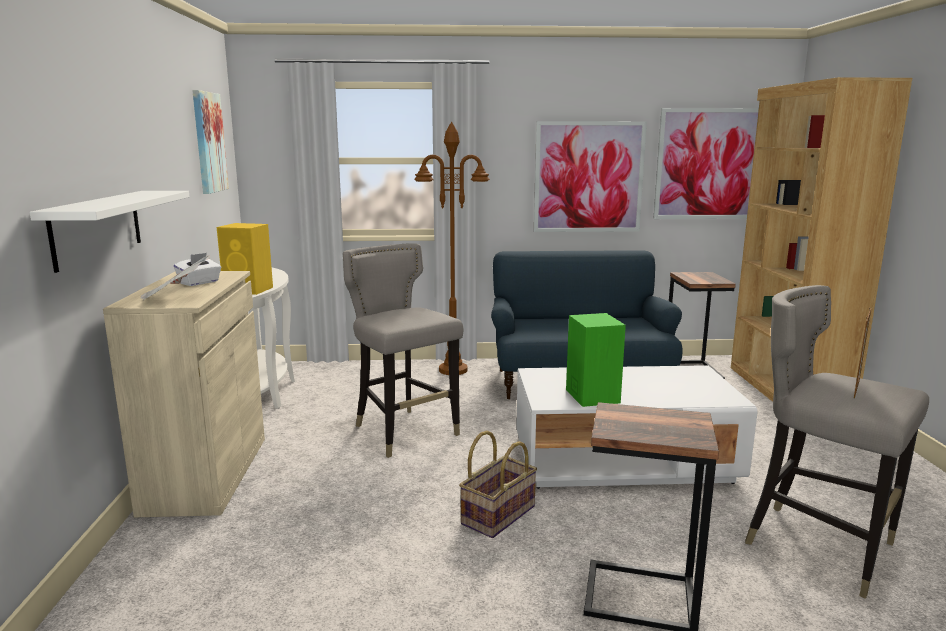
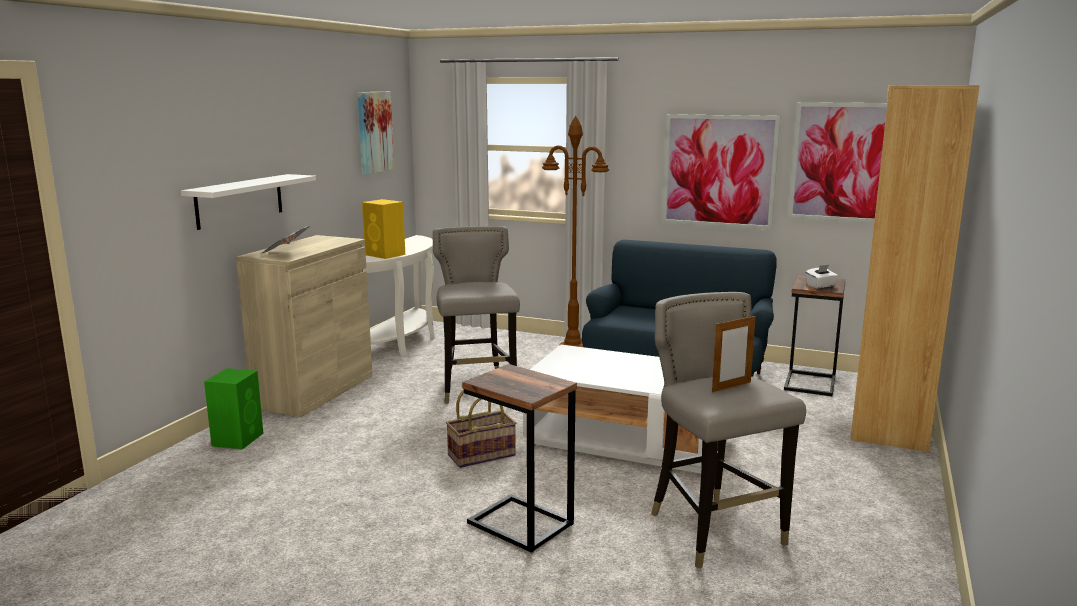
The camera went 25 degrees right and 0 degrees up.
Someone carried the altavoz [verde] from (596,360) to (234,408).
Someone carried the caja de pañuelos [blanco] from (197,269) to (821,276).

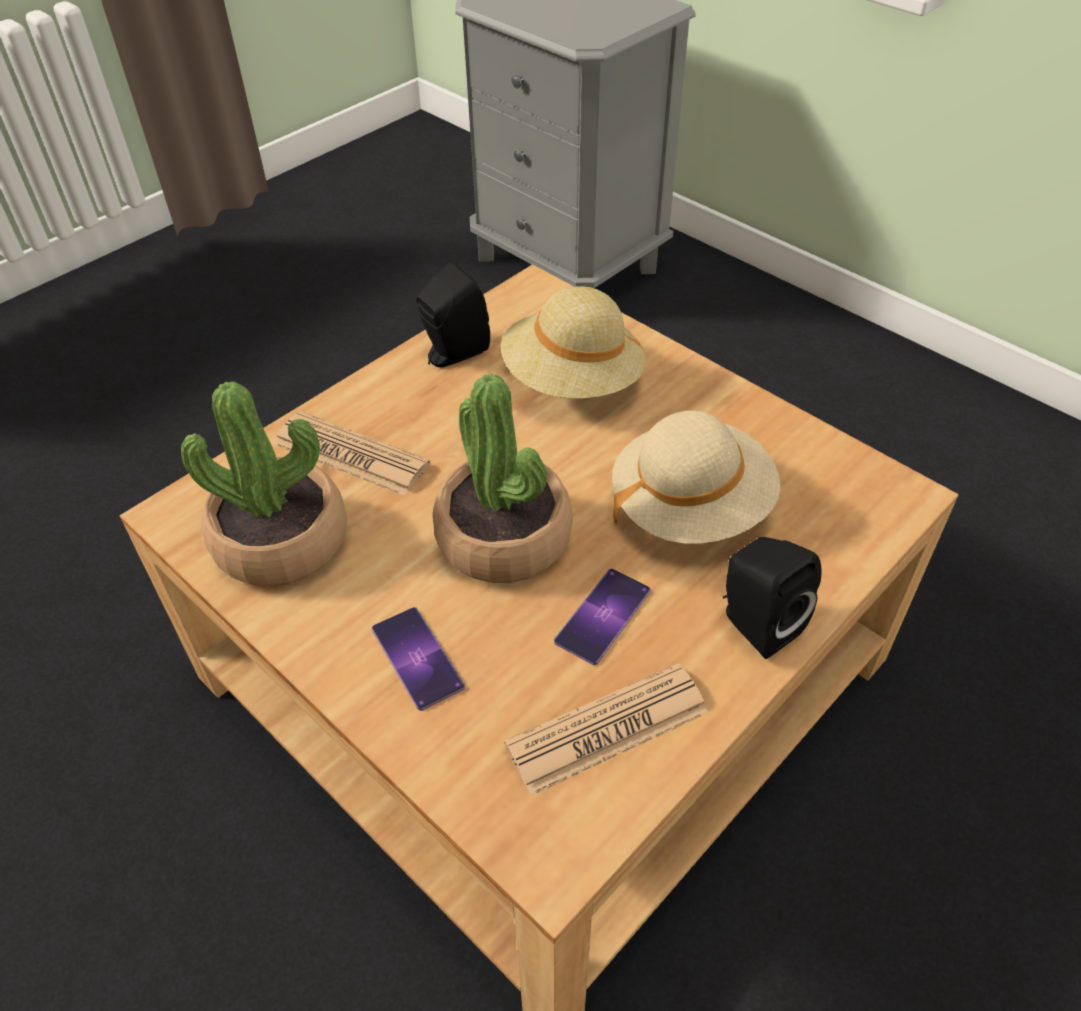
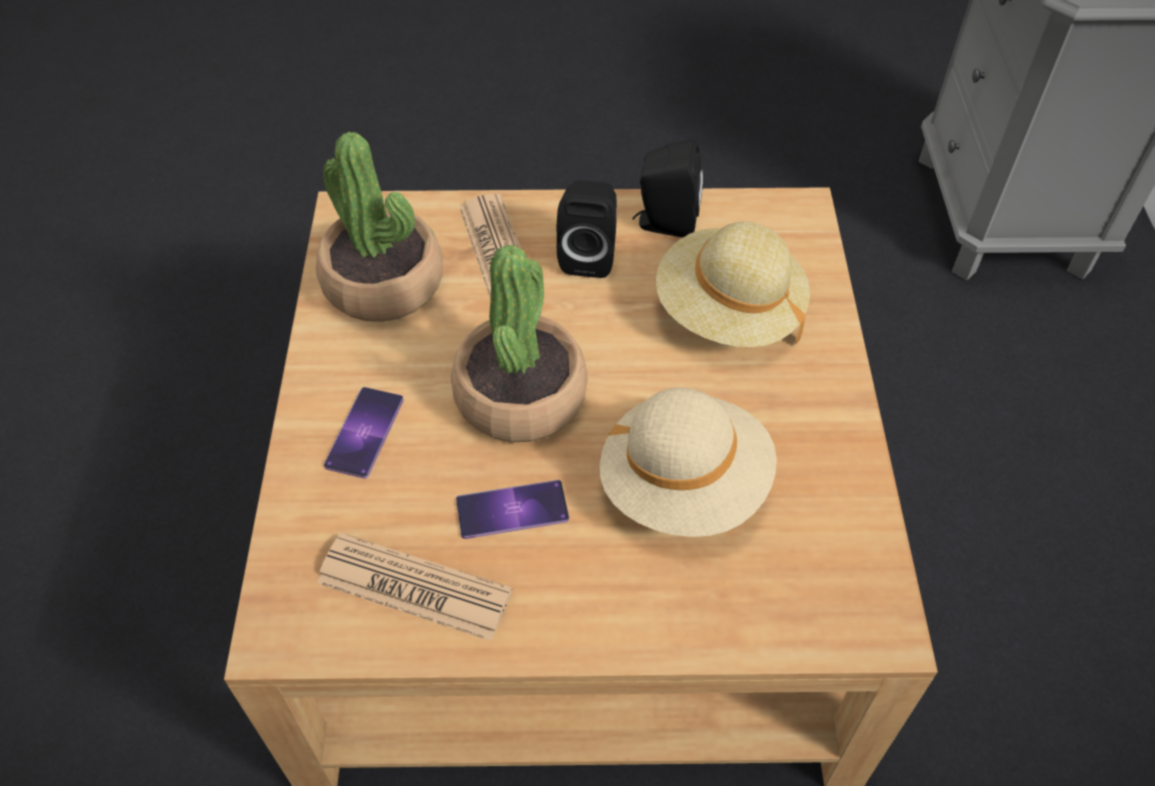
The camera went 45 degrees right and 5 degrees up.
Someone carried the altavoz [negro] from (772,598) to (587,229).

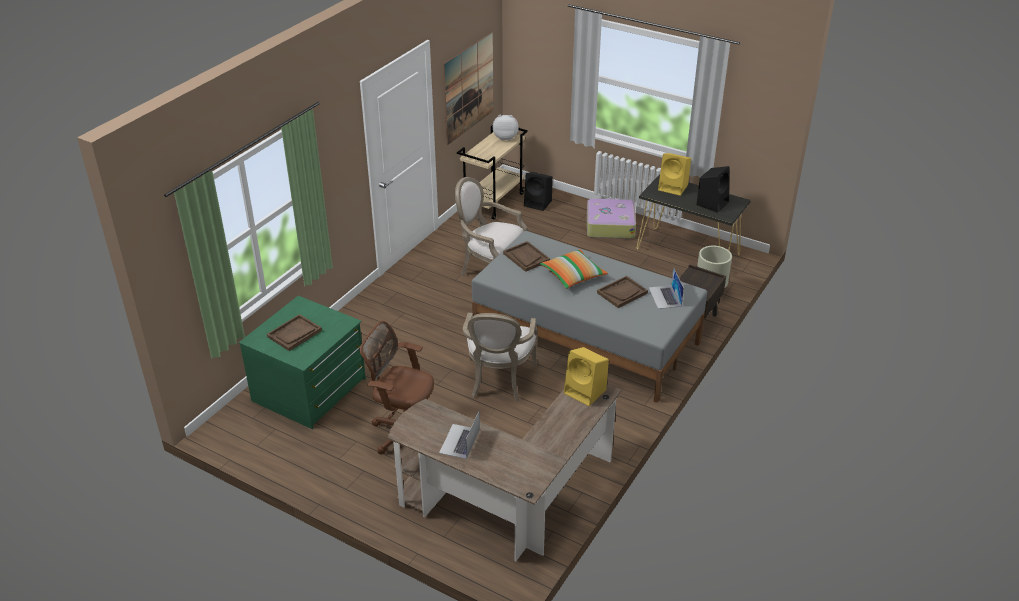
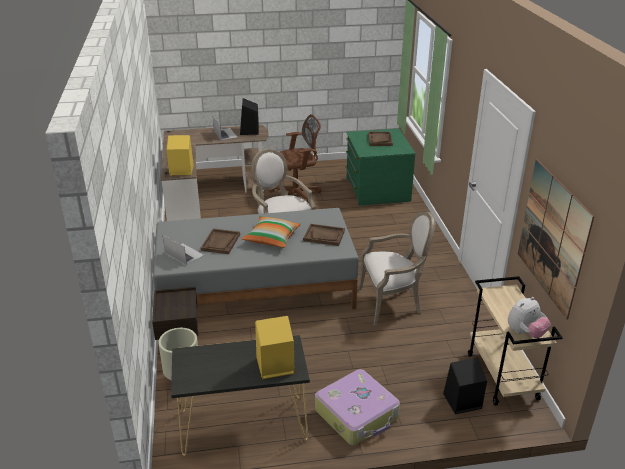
The camera went 140 degrees right and 5 degrees down.
Someone carried the altavoz [negro] from (712,189) to (249,116).

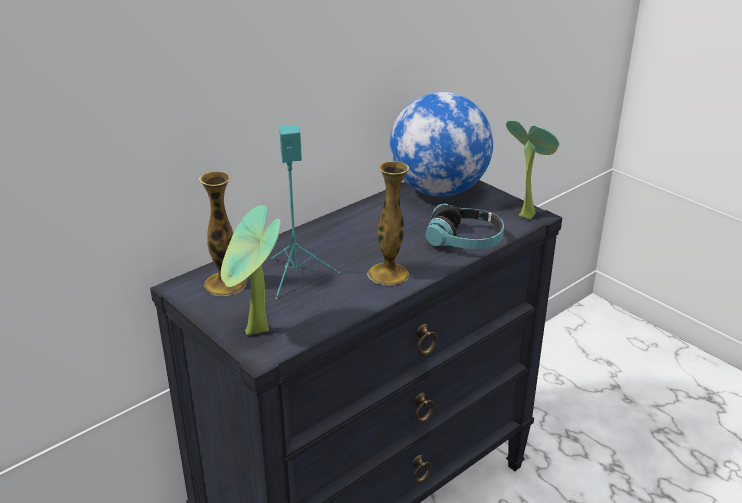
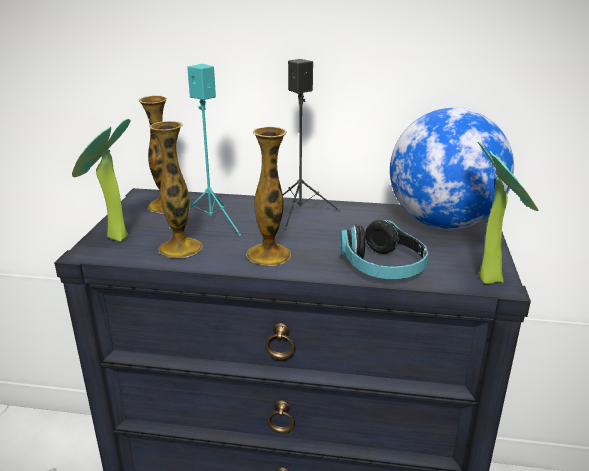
The camera went 50 degrees right and 5 degrees down.
Someone put down the florero at (176,189).
Someone put down the altavoz [negro] at (311,144).

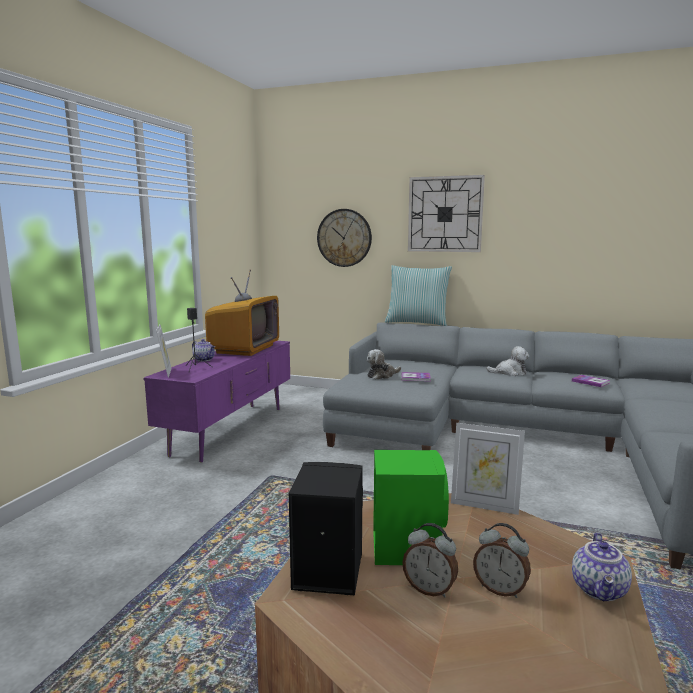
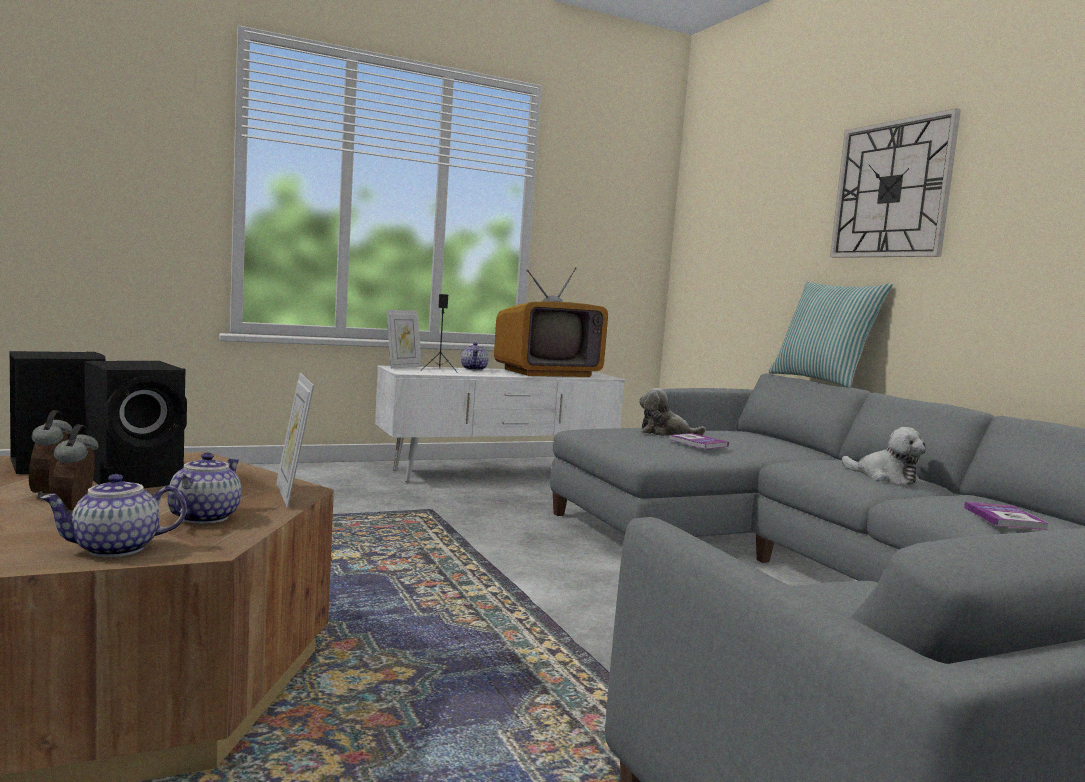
The camera went 45 degrees right and 5 degrees down.
Someone repainted the altavoz [verde] at (411,507), which became the altavoz [negro] at (135,424).
Someone put down the tetera at (204,488).
Someone repainted the mueble de televisión [morado] at (216,402), which became the mueble de televisión [blanco] at (500,423).
Someone took away the reloj de pared at (344,238).

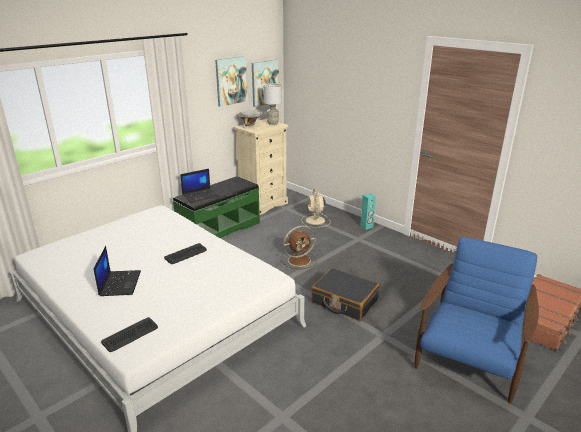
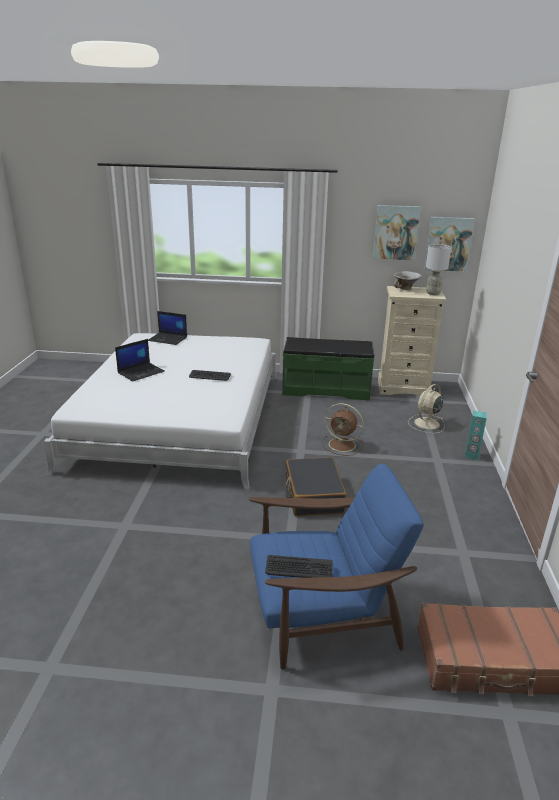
The camera went 50 degrees right and 0 degrees up.
Someone carried the portátil from (199,186) to (167,328).
Someone carried the teclado from (129,334) to (299,566).

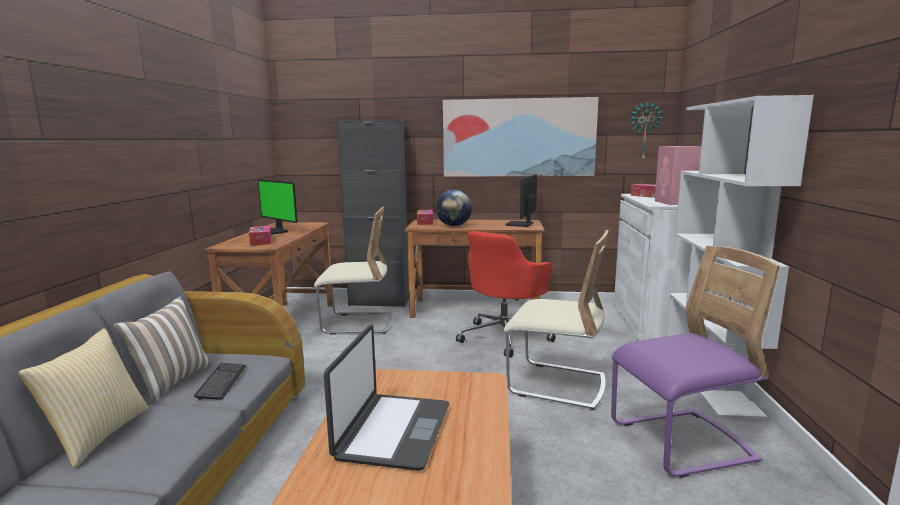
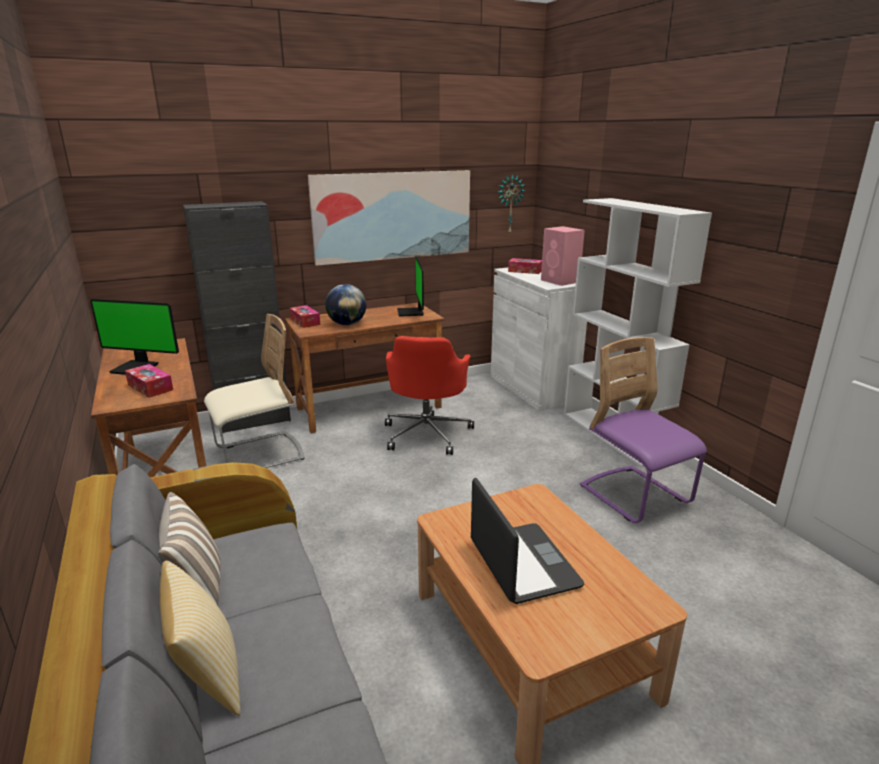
The camera went 30 degrees left and 10 degrees up.
Someone rotated the silla [morado] at (695,362) by 75 degrees counterclockwise.
Someone took away the teclado at (220,381).
Someone took away the silla [beis] at (556,320).

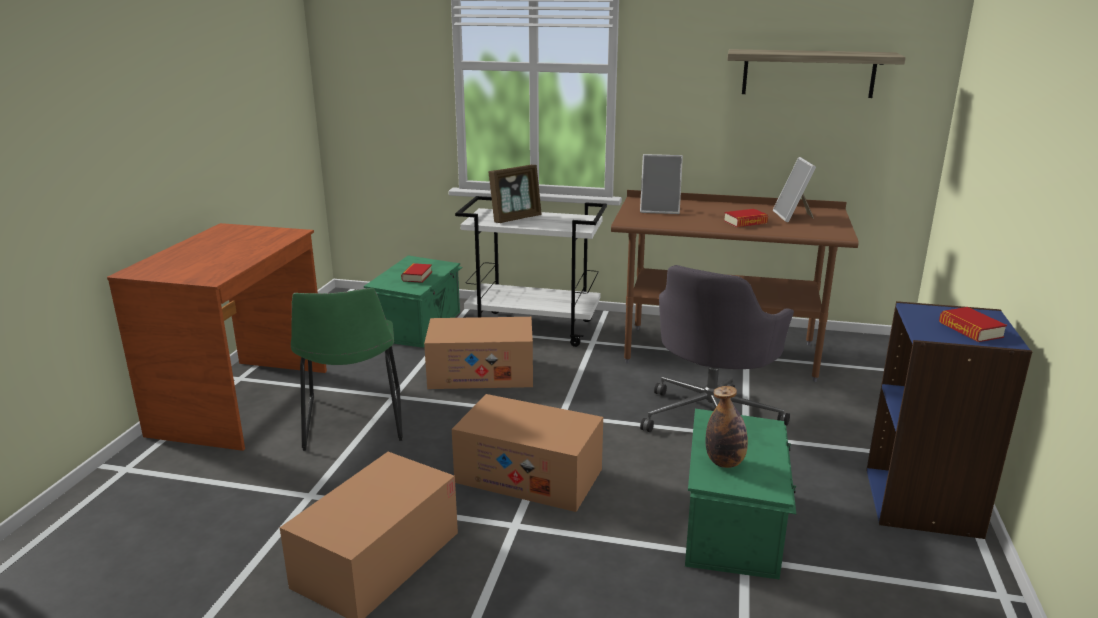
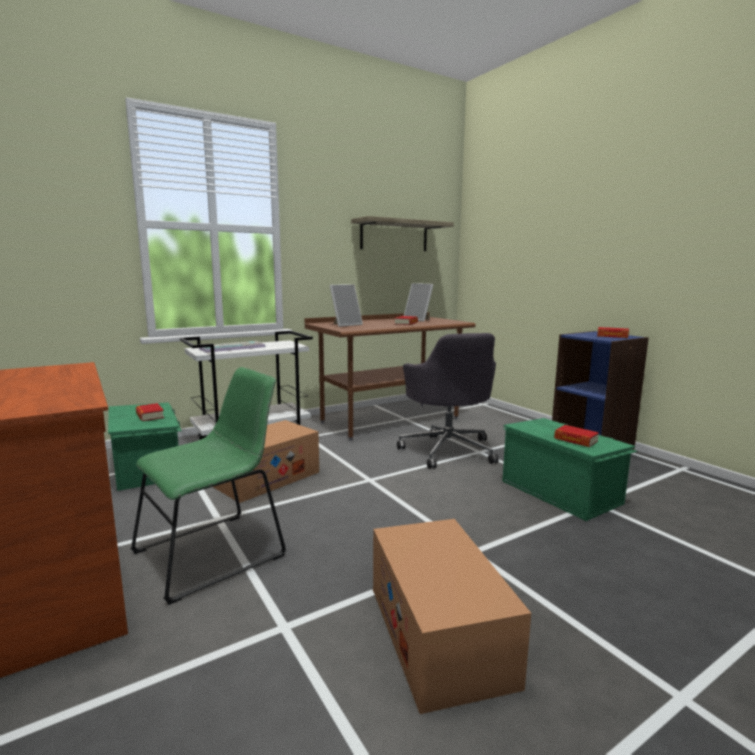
The camera went 45 degrees left and 10 degrees down.
Someone rotated the silla [verde] at (347,369) by 75 degrees counterclockwise.
Someone swapped the portarretratos at (515,194) for the teclado at (232,347).
Someone swapped the botella at (726,427) for the libro at (576,436).
Someone took away the caja de cartón at (527,453).

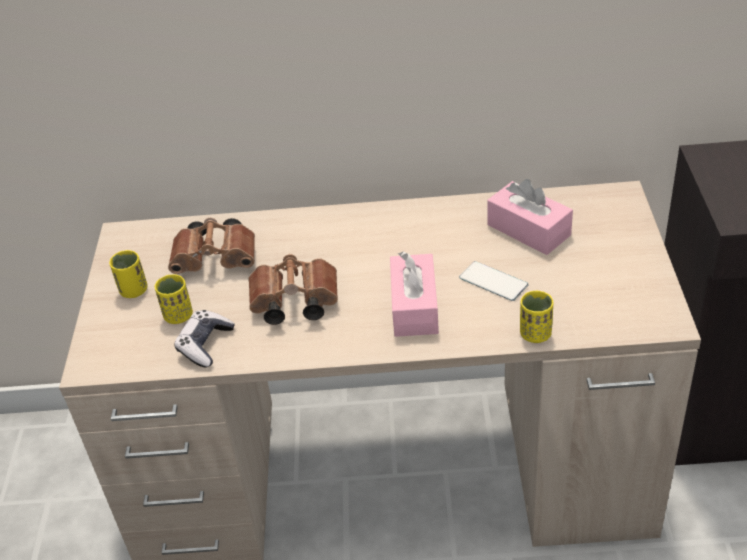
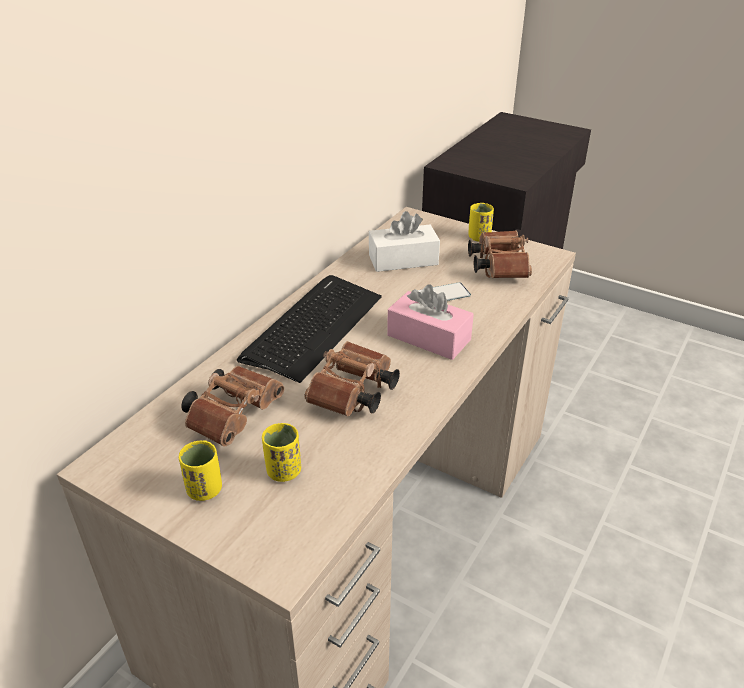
The camera went 60 degrees left and 5 degrees down.
Someone put down the teclado at (309,329).
Someone repainted the caja de pañuelos [rosa] at (530,217), which became the caja de pañuelos [blanco] at (404,241).
Someone carried the taza [amarillo] from (536,317) to (481,222).
Someone put down the prismáticos [marrón] at (500,254).
Someone took away the mando de consola at (205,338).

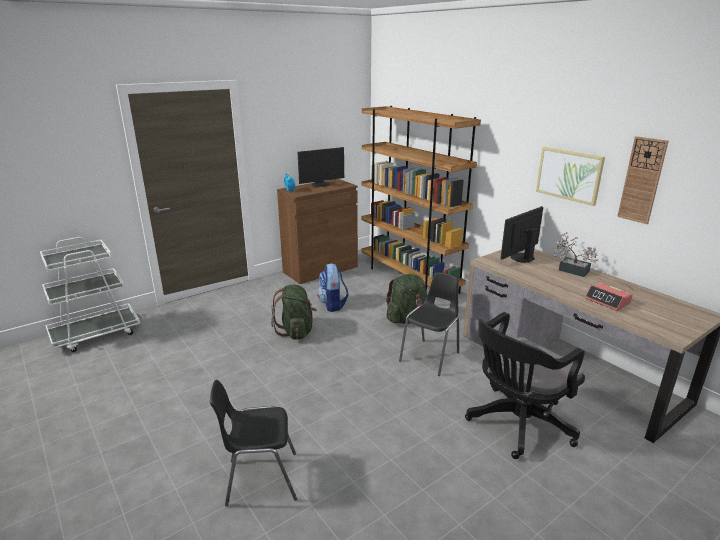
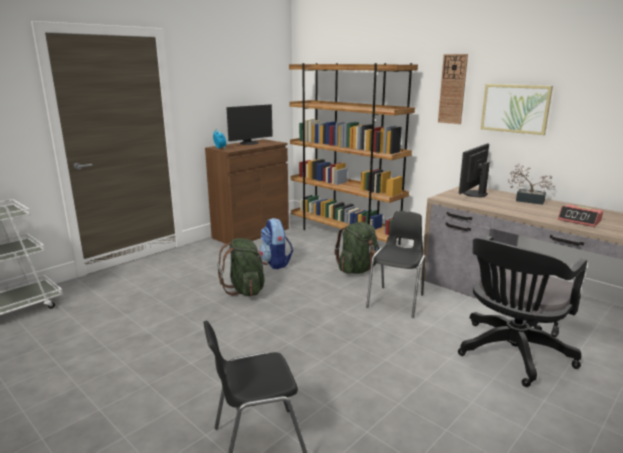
The camera went 10 degrees left and 5 degrees down.
Someone carried the reloj de pared from (643,180) to (453,89).

